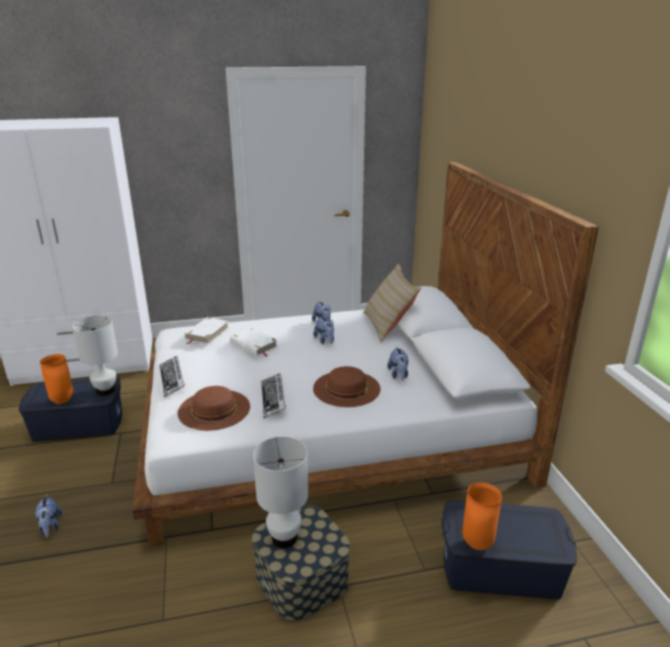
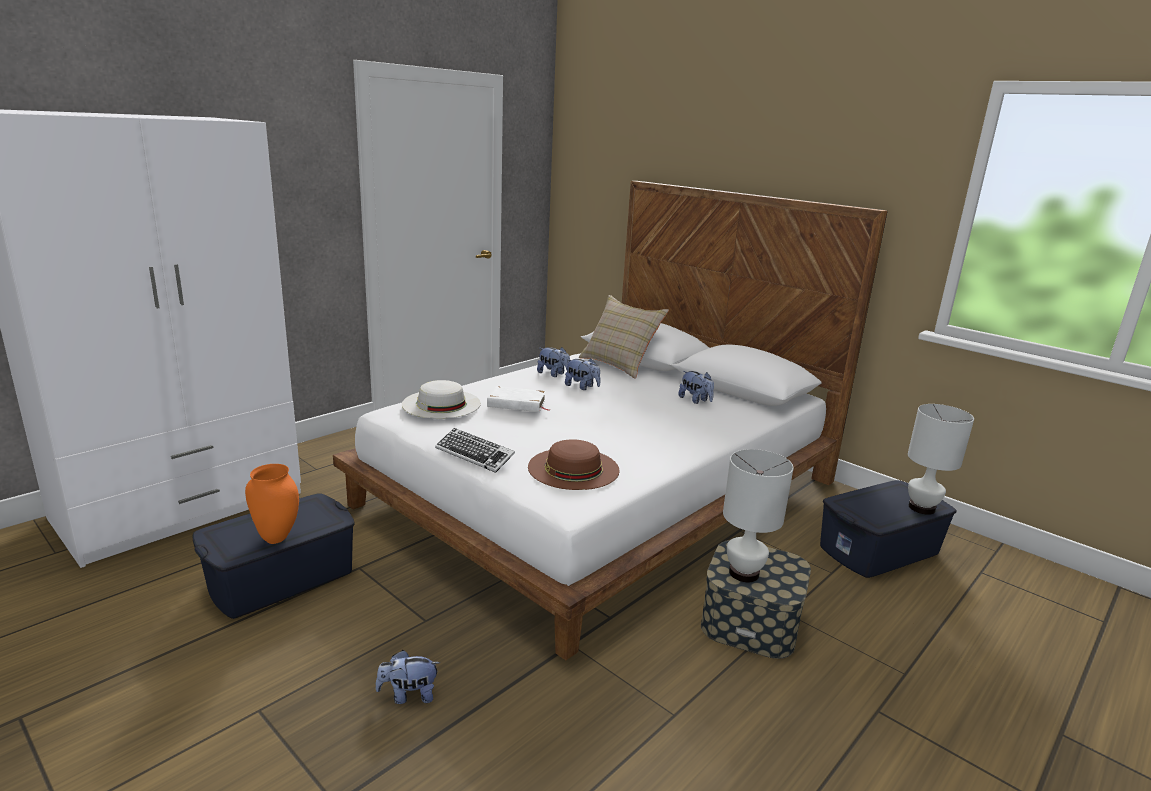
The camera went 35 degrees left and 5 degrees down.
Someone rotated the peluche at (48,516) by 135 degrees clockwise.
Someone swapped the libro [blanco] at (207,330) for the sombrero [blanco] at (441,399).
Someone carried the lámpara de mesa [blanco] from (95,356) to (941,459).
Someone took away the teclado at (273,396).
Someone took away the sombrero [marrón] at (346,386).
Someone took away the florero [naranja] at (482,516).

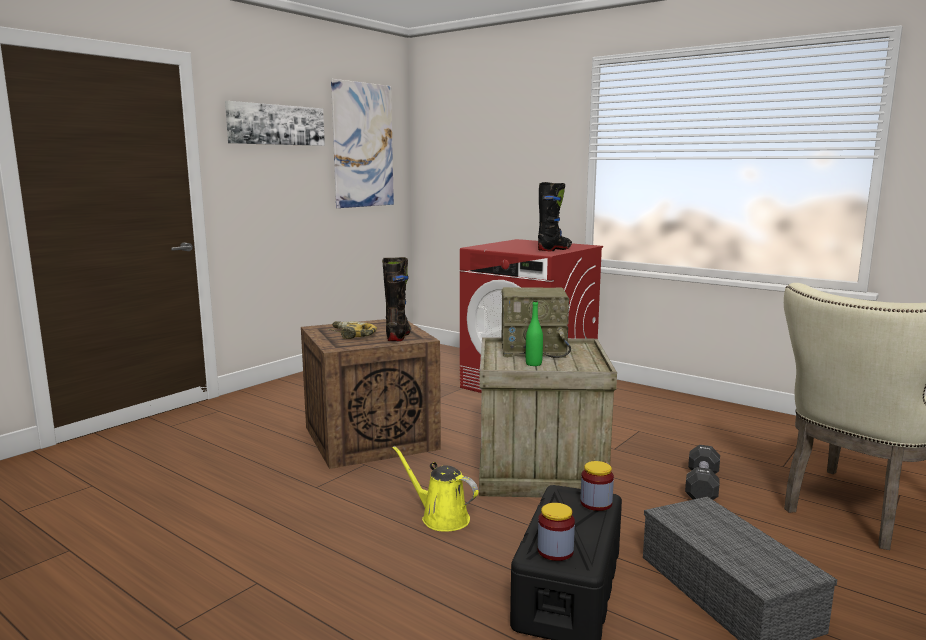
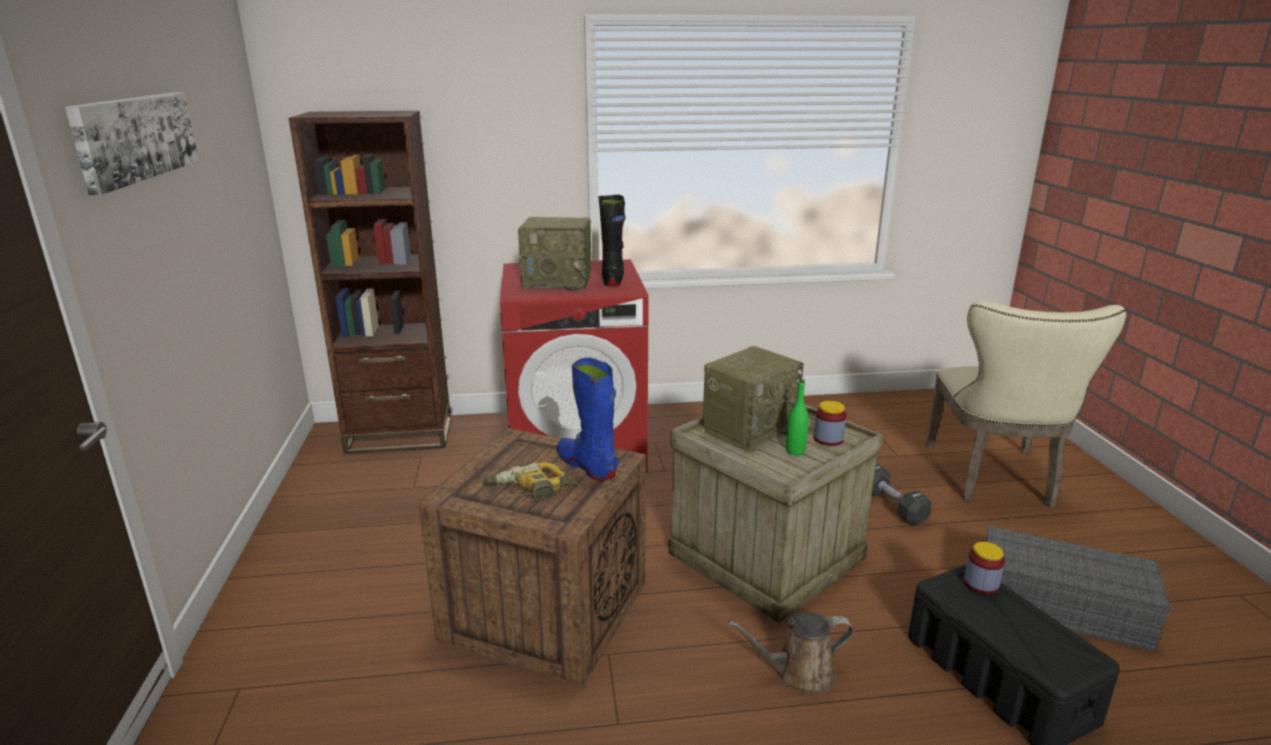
The camera went 45 degrees left and 10 degrees up.
Someone put down the estantería [marrón] at (370,282).
Someone put down the radio at (555,253).
Someone repainted the bota [negro] at (396,299), which became the bota [azul] at (587,419).
Someone repainted the regadera [amarillo] at (435,489), which became the regadera [marrón] at (790,653).
Someone carried the tarro from (556,532) to (830,423).
Someone took away the cuadro at (362,143).

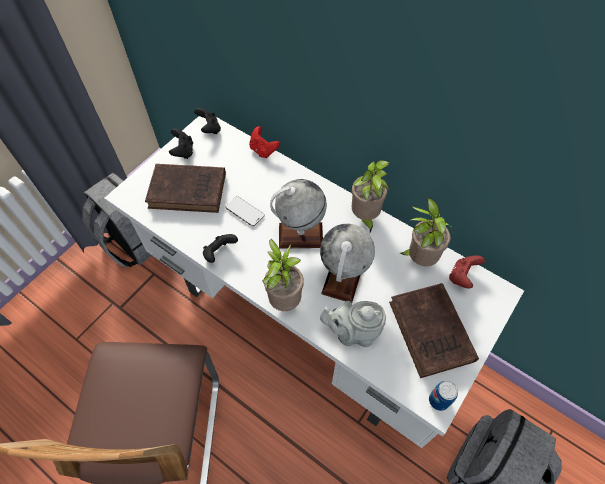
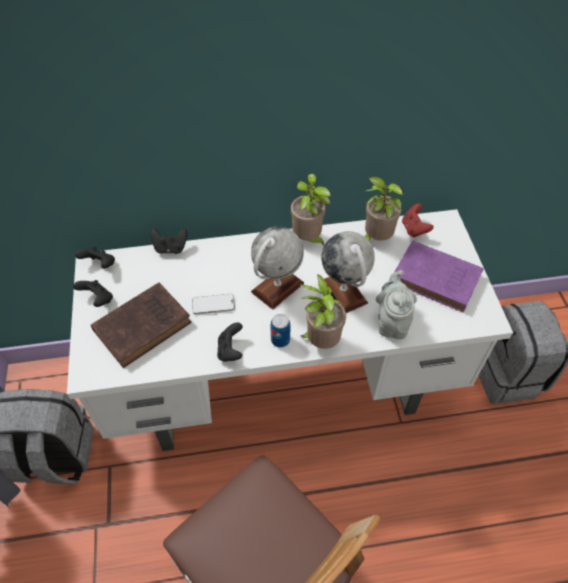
The camera went 45 degrees left and 5 degrees down.
Someone repainted the mando de consola [rojo] at (264,142), which became the mando de consola [negro] at (169,241).
Someone carried the lata from (443,396) to (280,331).
Someone rotated the tetera [gris] at (353,324) by 135 degrees clockwise.
Someone repainted the libro [marrón] at (434,330), which became the libro [morado] at (439,276).

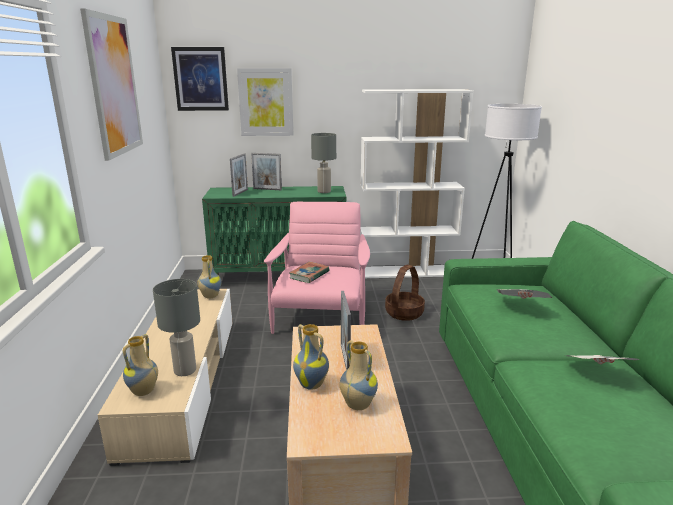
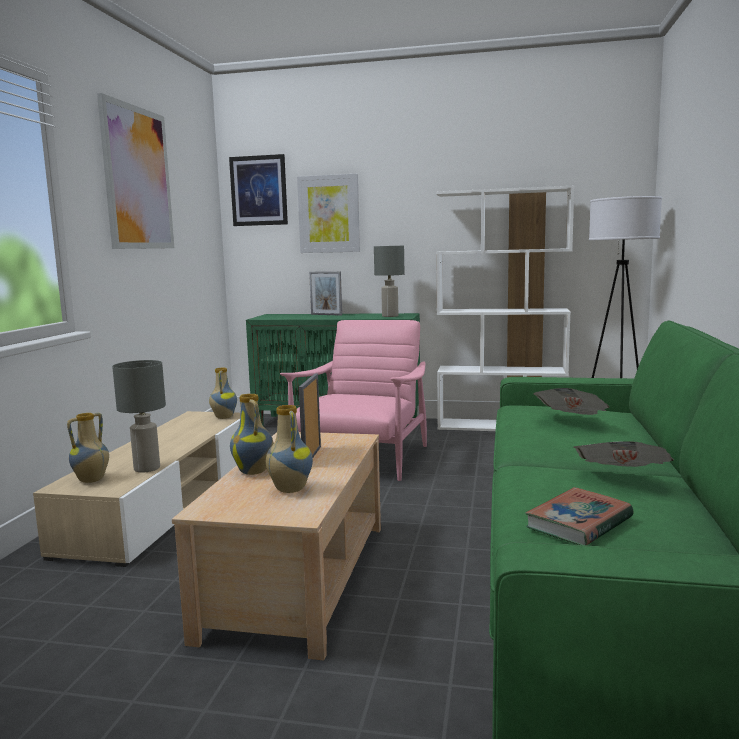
The camera went 15 degrees right and 10 degrees down.
Someone carried the libro from (309,272) to (579,516).
Someone took away the portarretratos at (239,175).
Someone took away the cesta at (405,293).

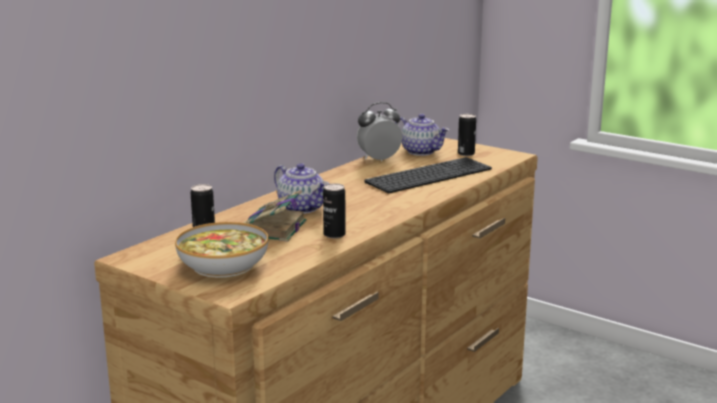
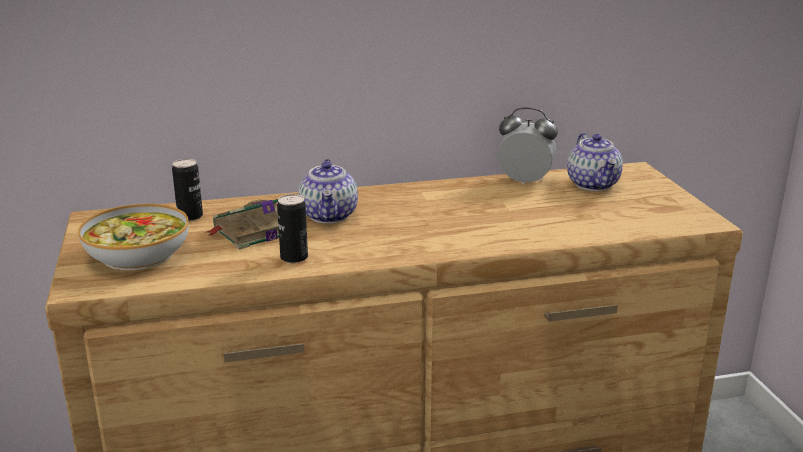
The camera went 40 degrees right and 5 degrees up.
Someone took away the teclado at (428,175).
Someone took away the lata at (467,135).

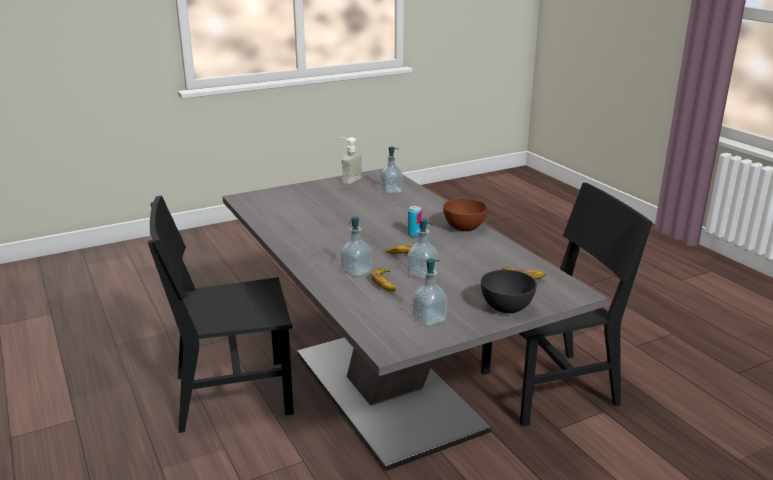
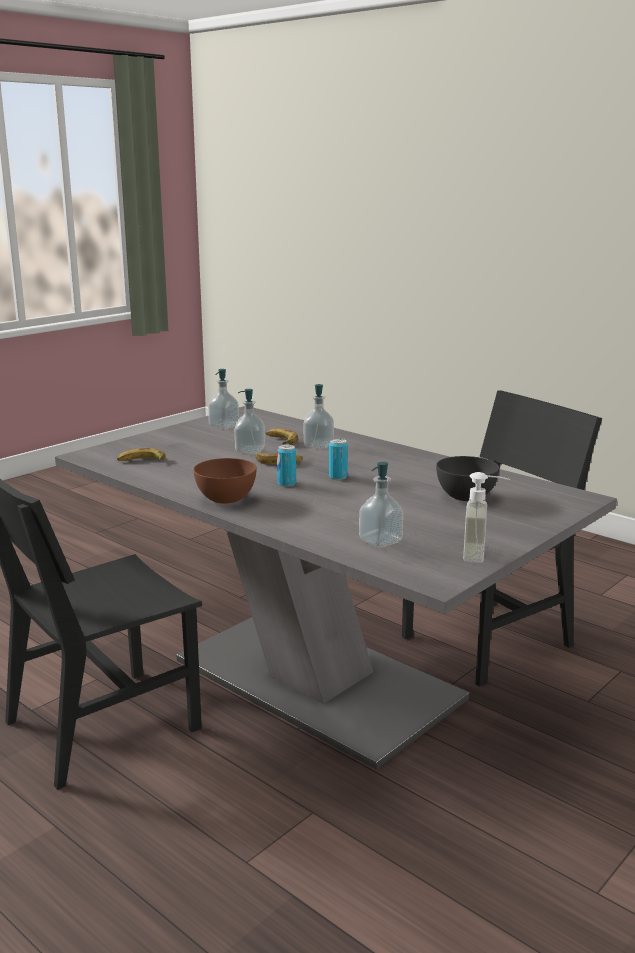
The camera went 160 degrees right and 5 degrees down.
Someone put down the lata at (338,459).
Someone carried the cuenco [gris] from (509,291) to (468,478).

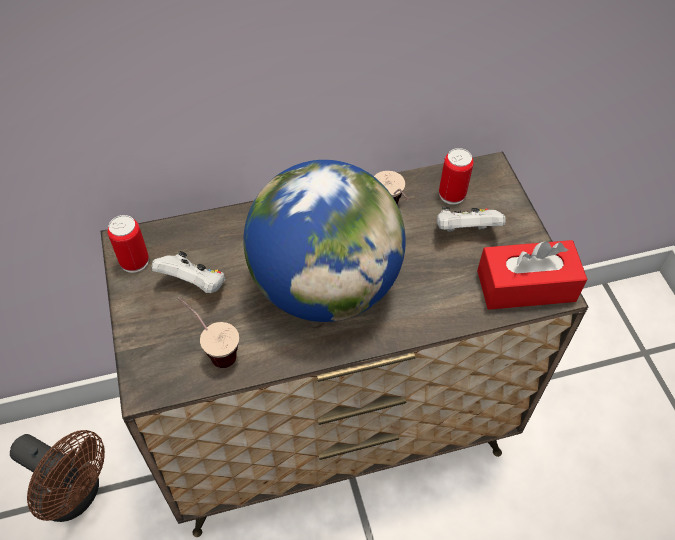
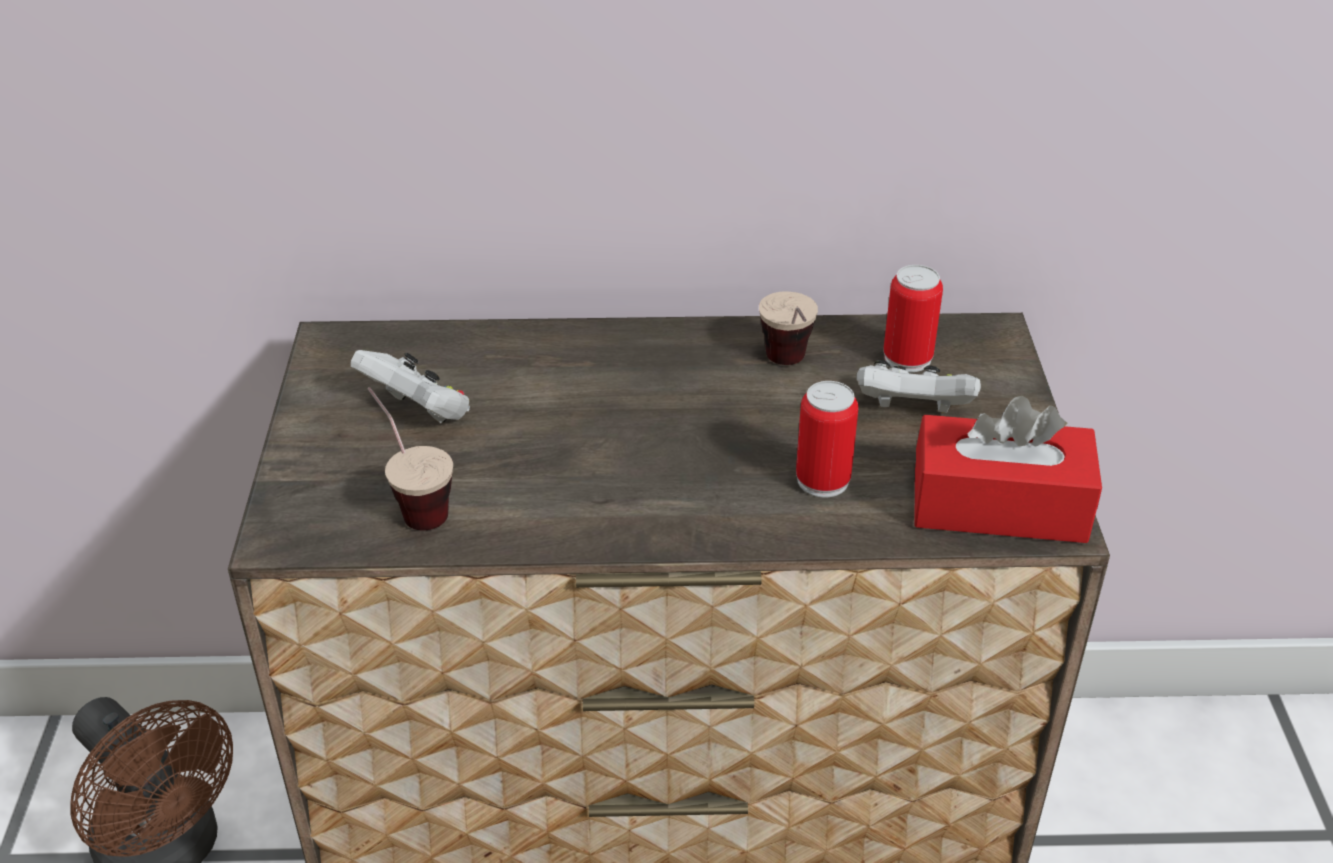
The camera went 15 degrees right and 15 degrees down.
Someone carried the lata from (128,244) to (827,439).
Someone took away the globo terráqueo at (324,241).

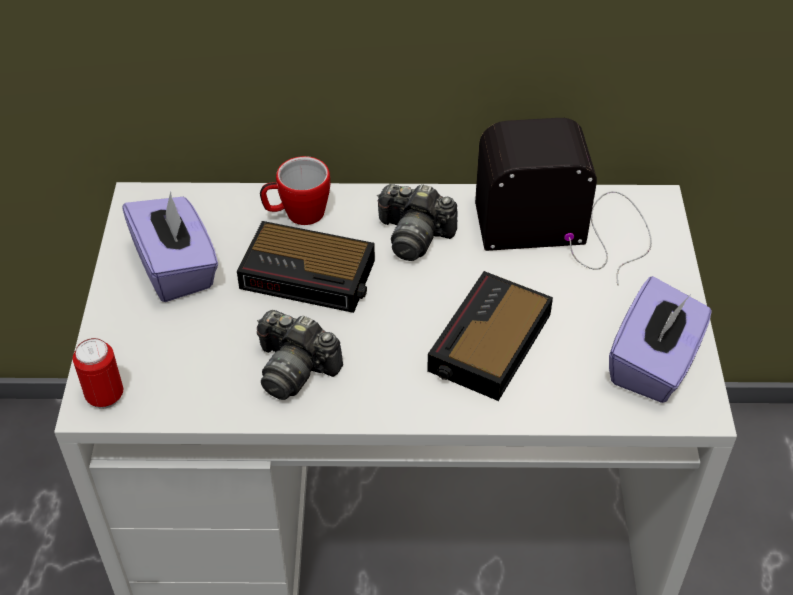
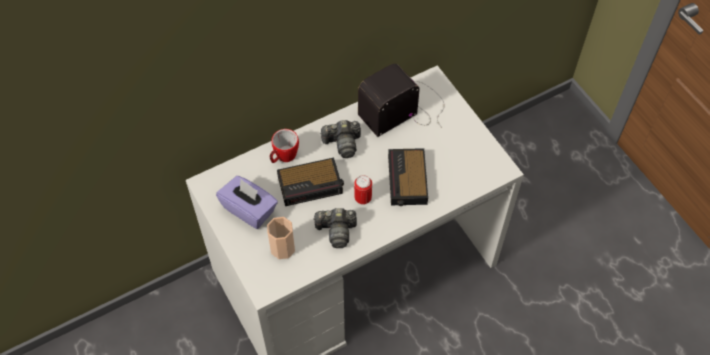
The camera went 30 degrees left and 10 degrees up.
Someone put down the taza at (281,238).
Someone carried the lata from (98,373) to (363,190).
Someone took away the caja de pañuelos [morado] at (660,339).

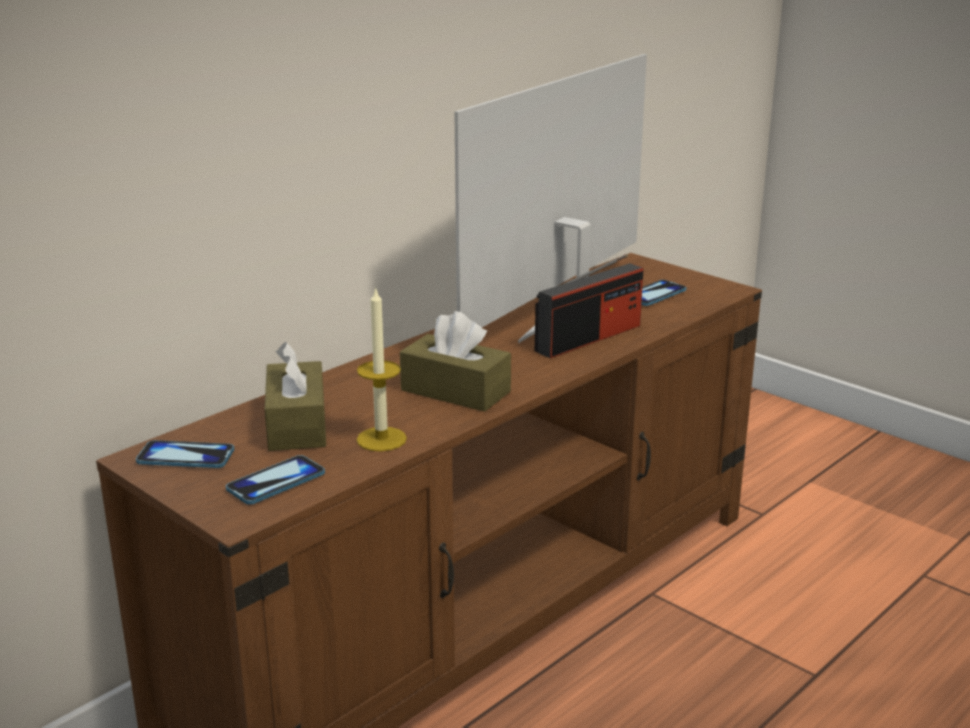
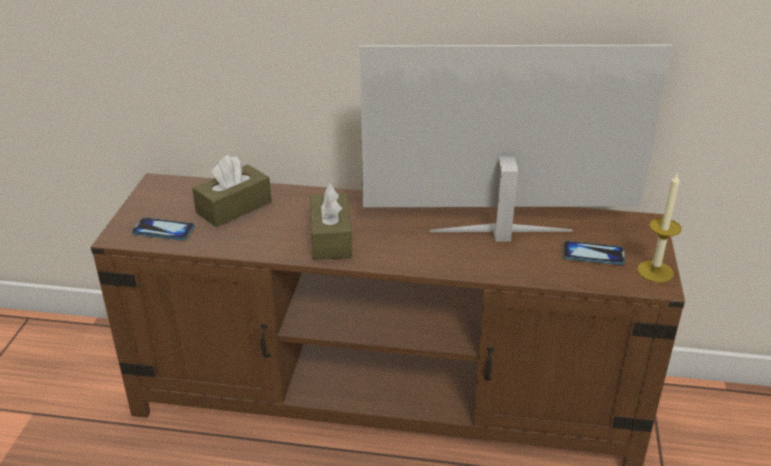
The camera went 55 degrees right and 10 degrees up.
Someone carried the vela from (381,368) to (659,227).
Someone took away the móvil at (185,454).
Someone took away the radio at (589,306).

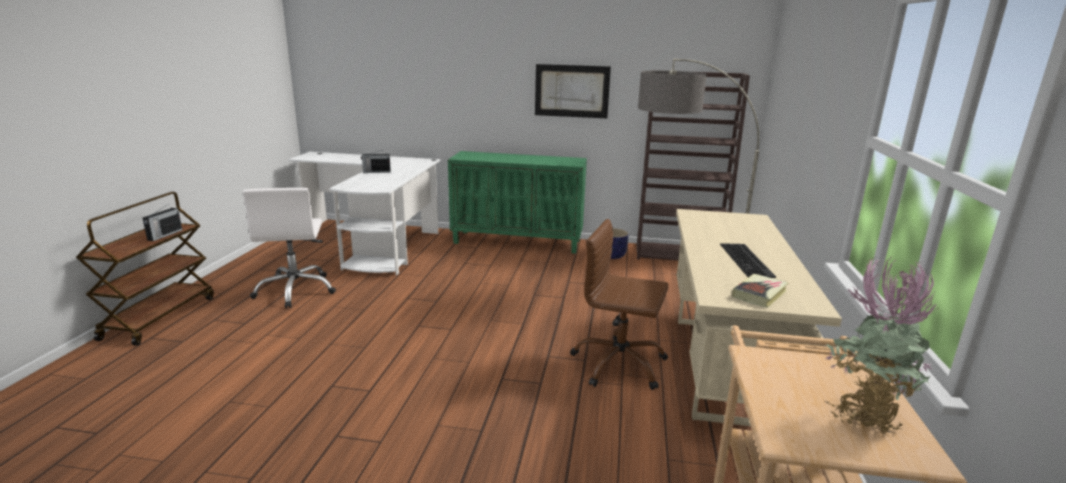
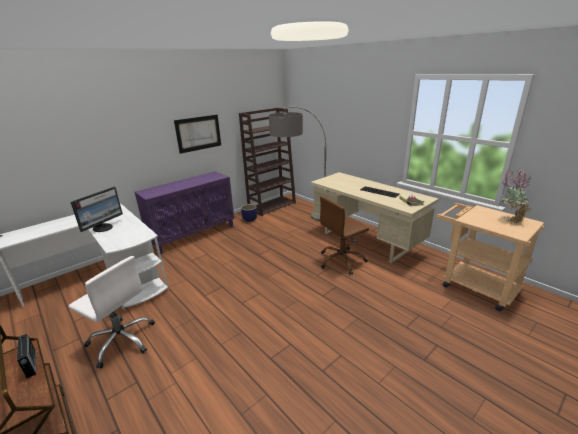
The camera went 50 degrees left and 5 degrees up.
Someone swapped the radio at (376,161) for the monitor at (97,209).
Someone repainted the armario [verde] at (517,202), which became the armario [morado] at (184,212).

